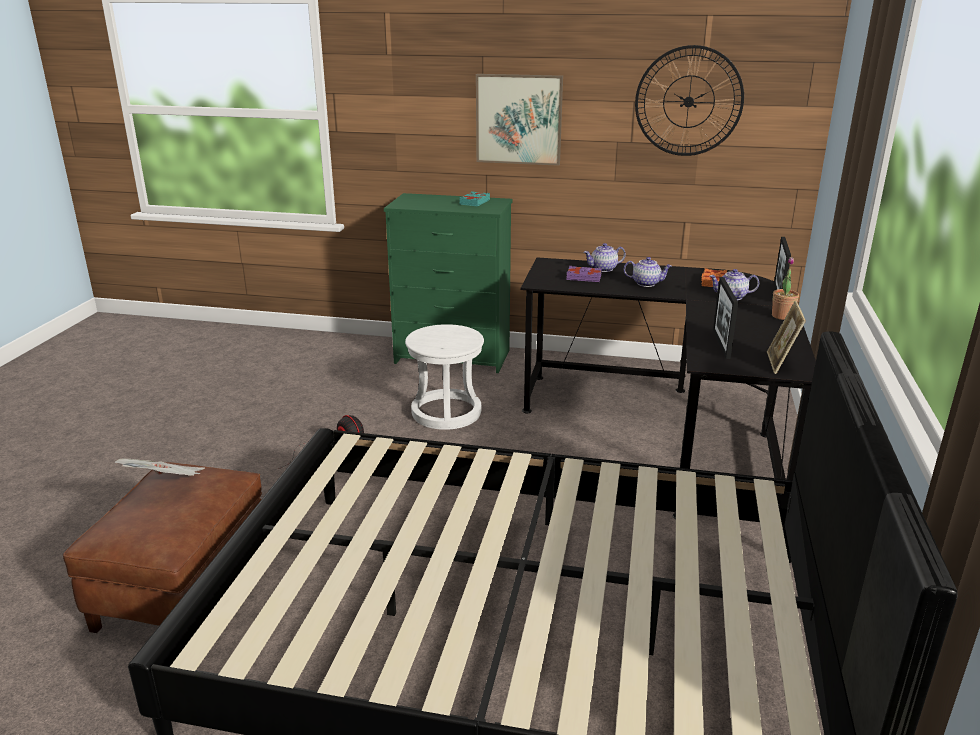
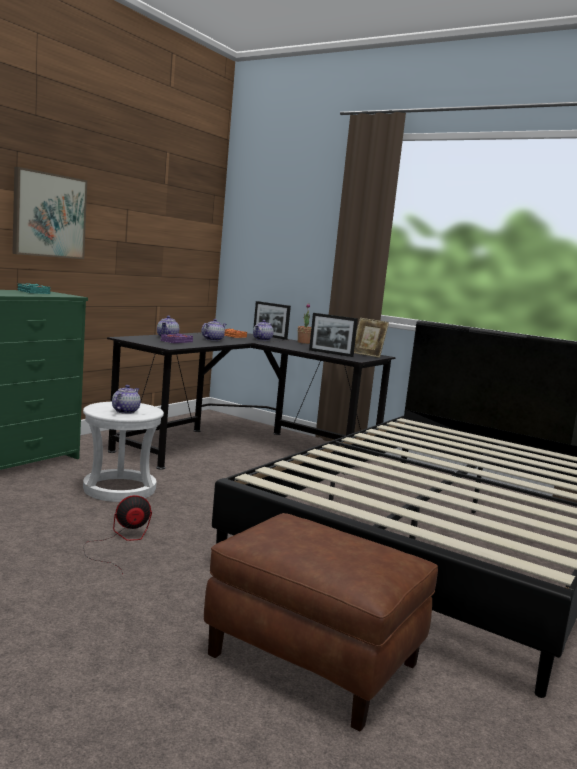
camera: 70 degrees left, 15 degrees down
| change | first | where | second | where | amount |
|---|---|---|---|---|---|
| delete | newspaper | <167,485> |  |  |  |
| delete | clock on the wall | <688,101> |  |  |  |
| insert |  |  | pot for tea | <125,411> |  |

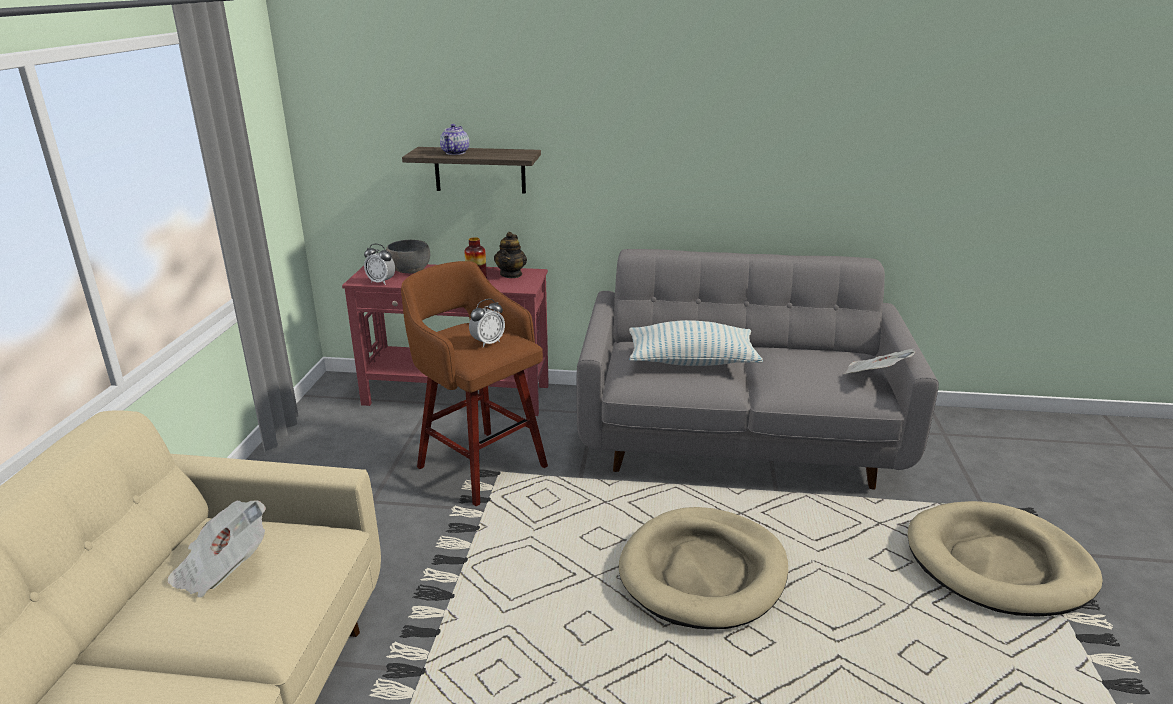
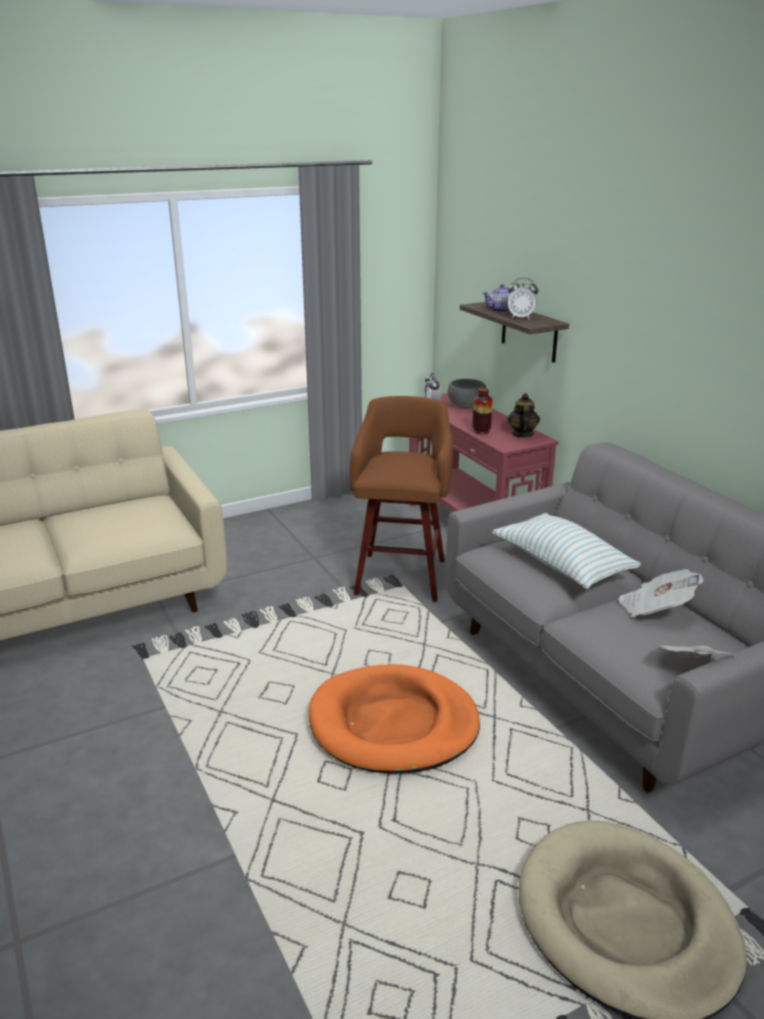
camera: 55 degrees right, 0 degrees up
| change | first | where | second | where | amount |
|---|---|---|---|---|---|
| move | newspaper | <222,568> |  | <655,609> |  |
| move | alarm clock | <488,343> |  | <521,318> |  |
| rotate | pot for tea | <511,274> |  | <522,434> | 120 degrees clockwise |
| recolor | sand-coloured pet bed | <703,572> | orange pet bed | <393,724> |  |

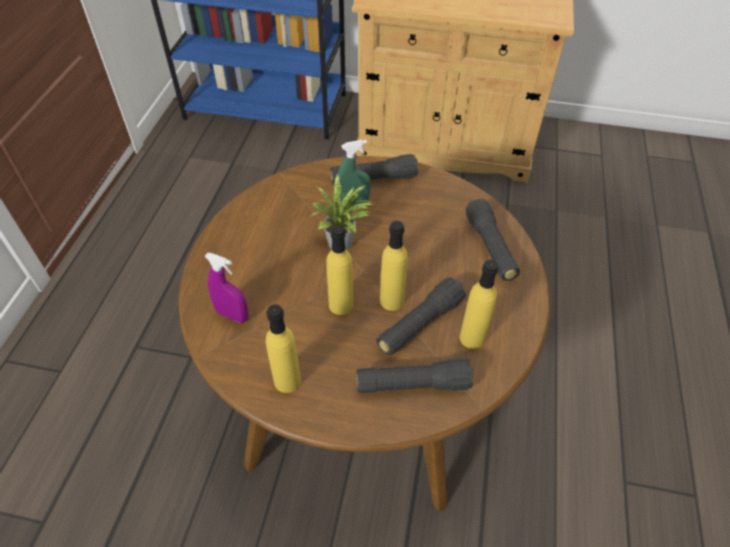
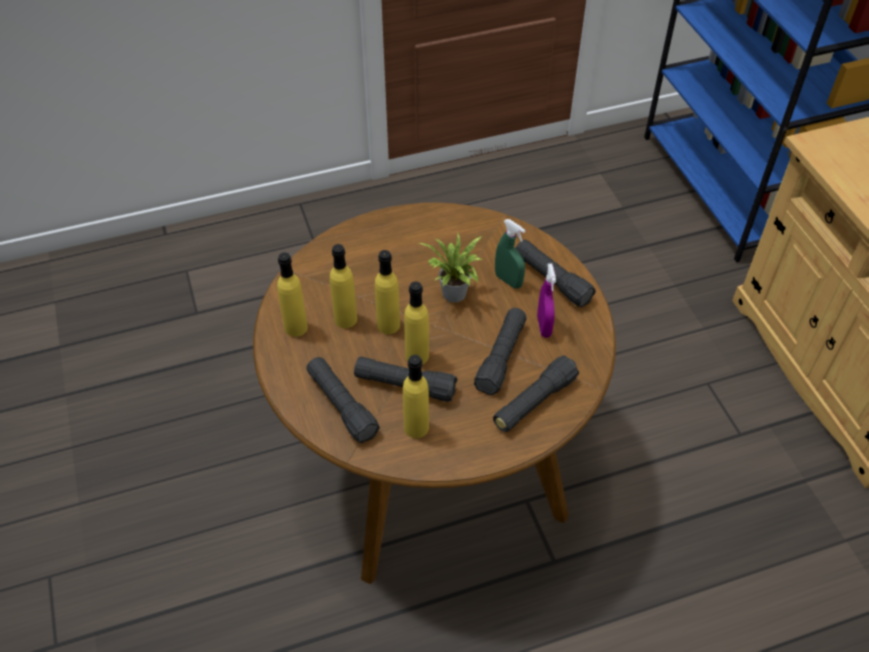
camera: 60 degrees right, 0 degrees up
| change | first | where | second | where | amount |
|---|---|---|---|---|---|
| move | purple hand sprayer | <232,315> |  | <544,326> |  |
| insert |  |  | yellowish beverage bottle | <345,319> |  |
| insert |  |  | black-coloured flashlight | <501,357> |  |

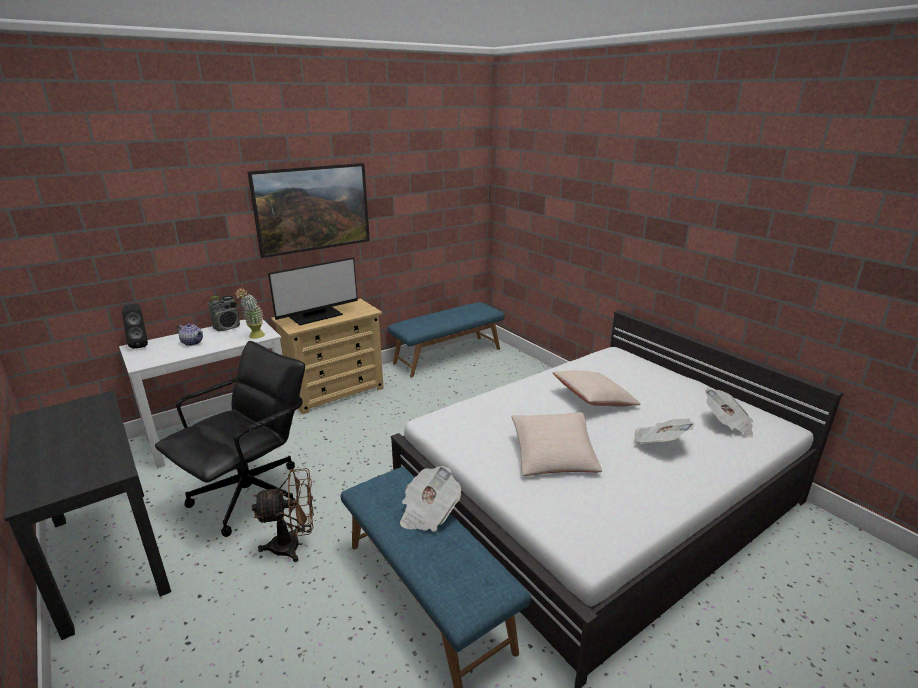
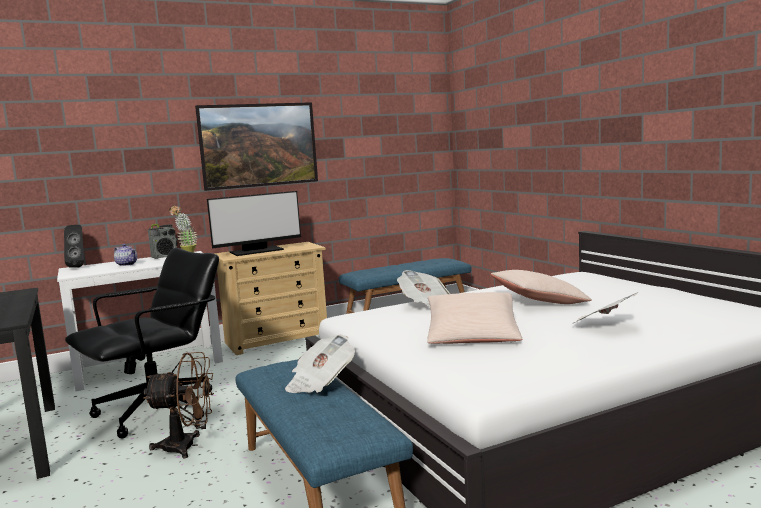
camera: 10 degrees right, 15 degrees down
| change | first | where | second | where | amount |
|---|---|---|---|---|---|
| move | newspaper | <727,424> |  | <426,304> |  |

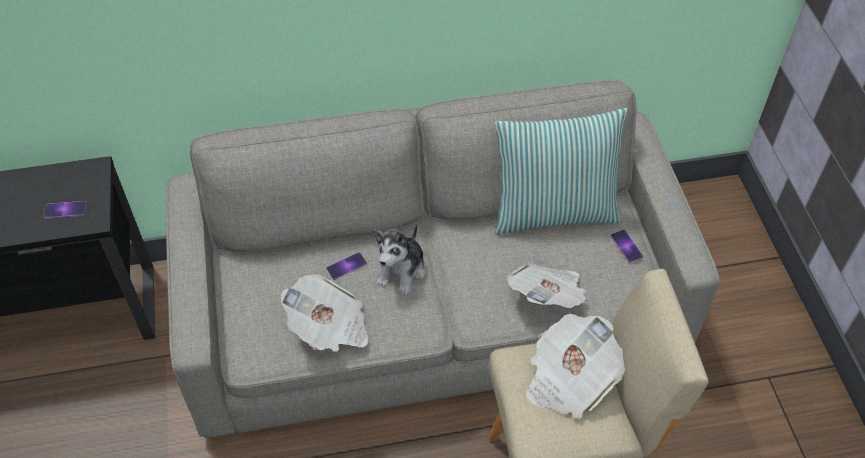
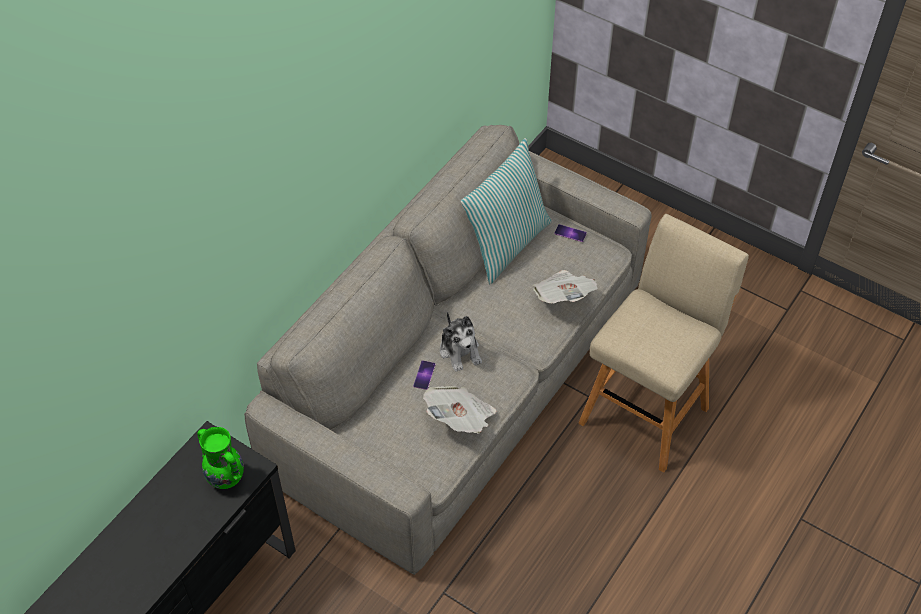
camera: 45 degrees left, 0 degrees up
| change | first | where | second | where | amount |
|---|---|---|---|---|---|
| replace | phone | <65,210> | greenish decorative vase | <226,478> |  |
| delete | newspaper | <569,379> |  |  |  |

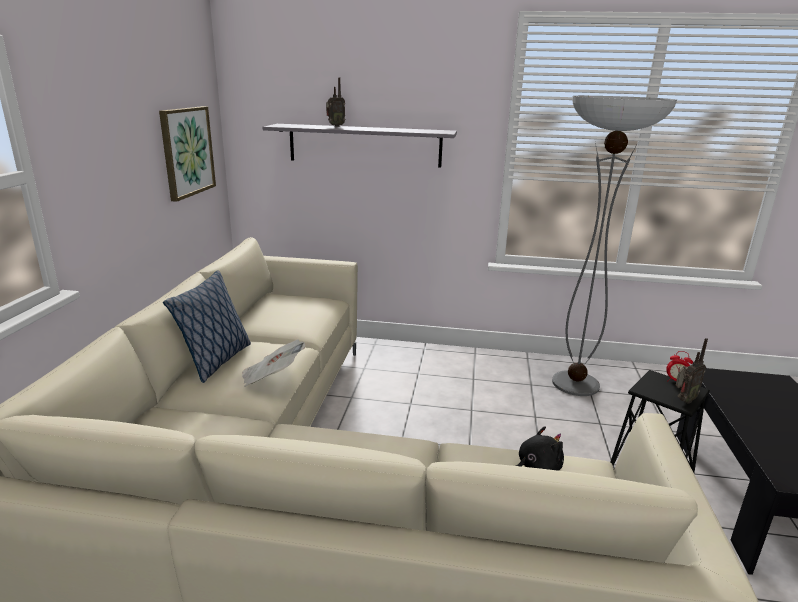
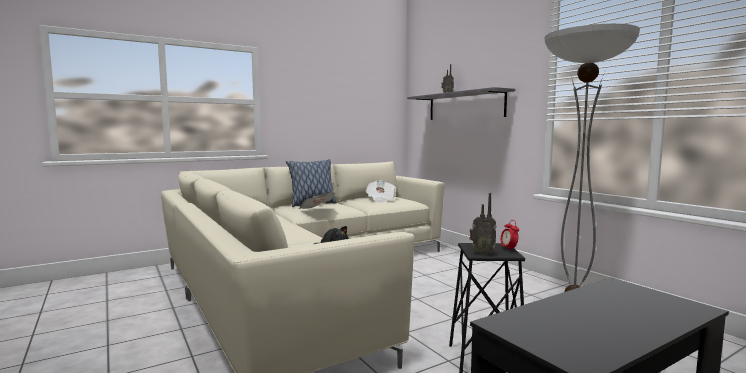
camera: 50 degrees right, 15 degrees down
| change | first | where | second | where | amount |
|---|---|---|---|---|---|
| delete | wall art | <187,151> |  |  |  |
| insert |  |  | newspaper | <381,200> |  |

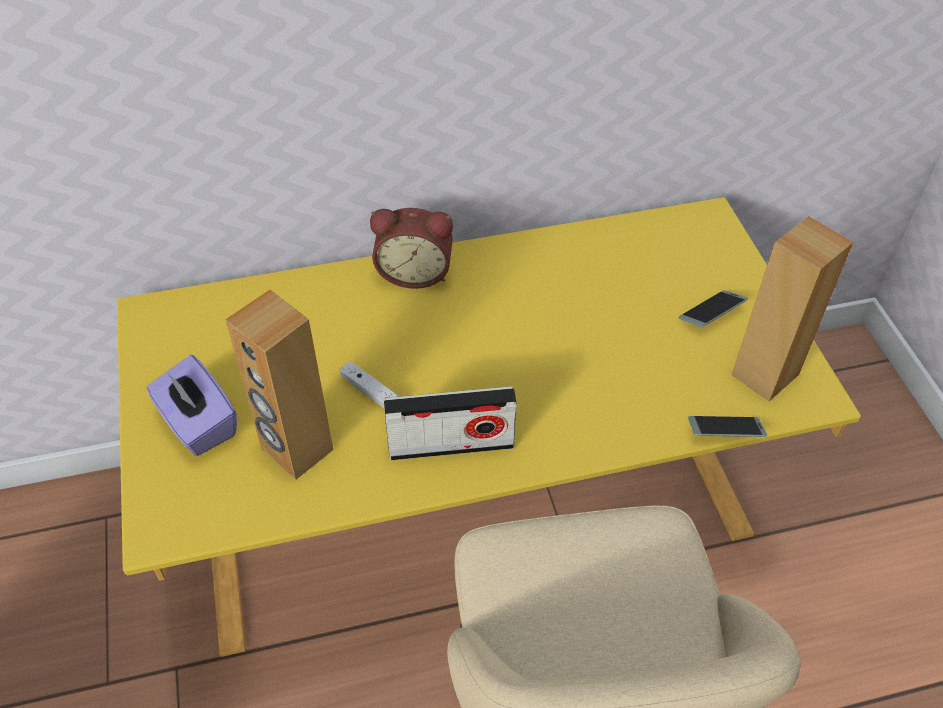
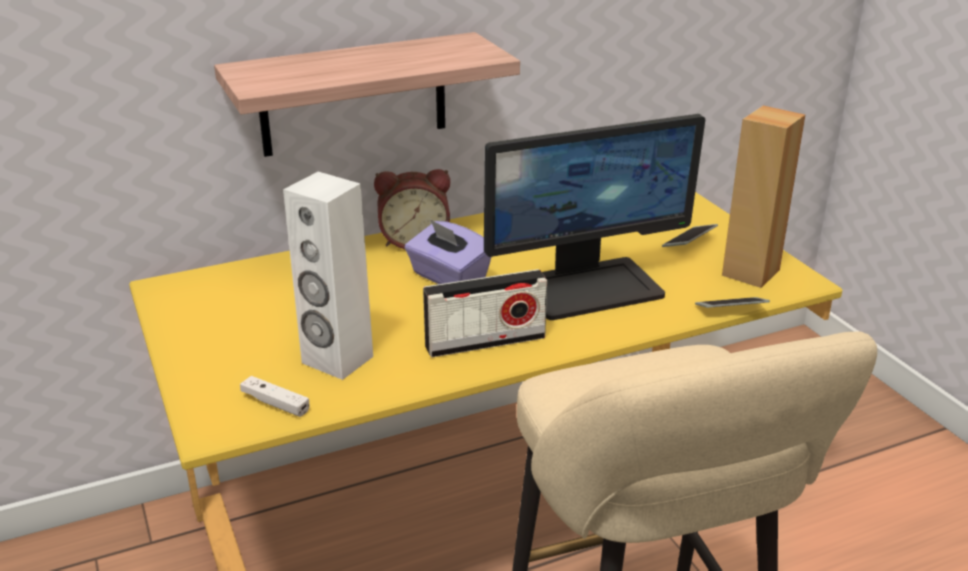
camera: 10 degrees left, 20 degrees down
| change | first | where | second | where | amount |
|---|---|---|---|---|---|
| move | purple tissue holder | <198,424> |  | <448,277> |  |
| recolor | brown speaker | <296,450> | whitish speaker | <337,360> |  |
| move | whitish gamepad | <369,391> |  | <275,403> |  |
| insert |  |  | shelf | <353,95> |  |
| insert |  |  | computer screen | <590,287> |  |

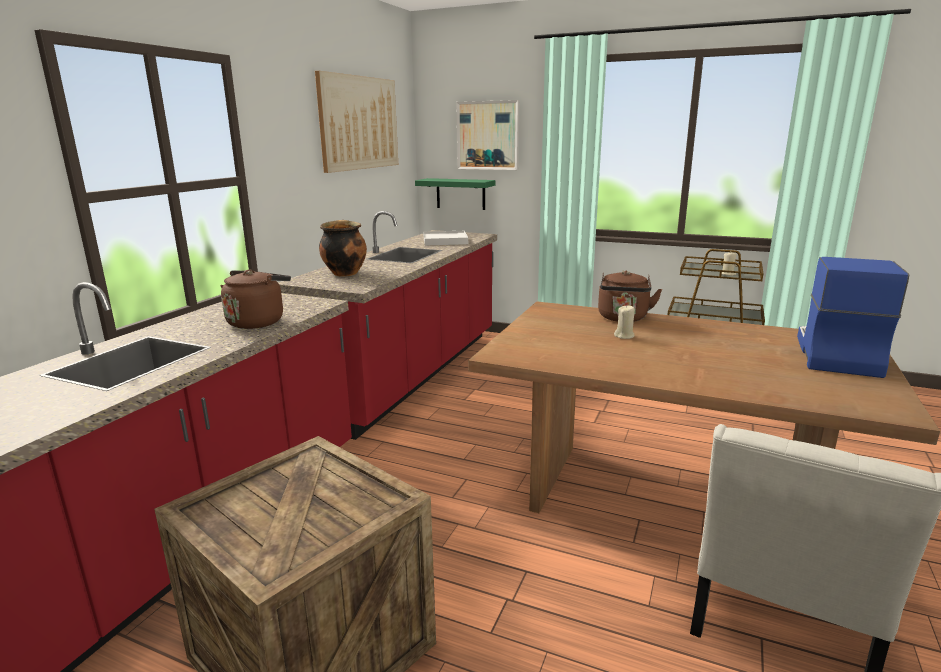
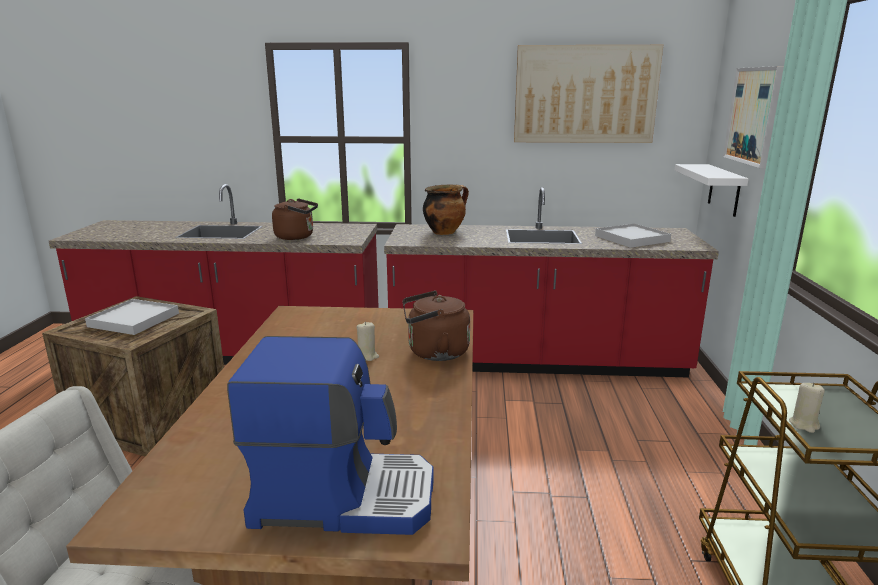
camera: 70 degrees right, 0 degrees up
| change | first | where | second | where | amount |
|---|---|---|---|---|---|
| recolor | greenish shelf | <460,194> | whitish shelf | <724,190> |  |
| insert |  |  | whitish carrying tray | <134,320> |  |

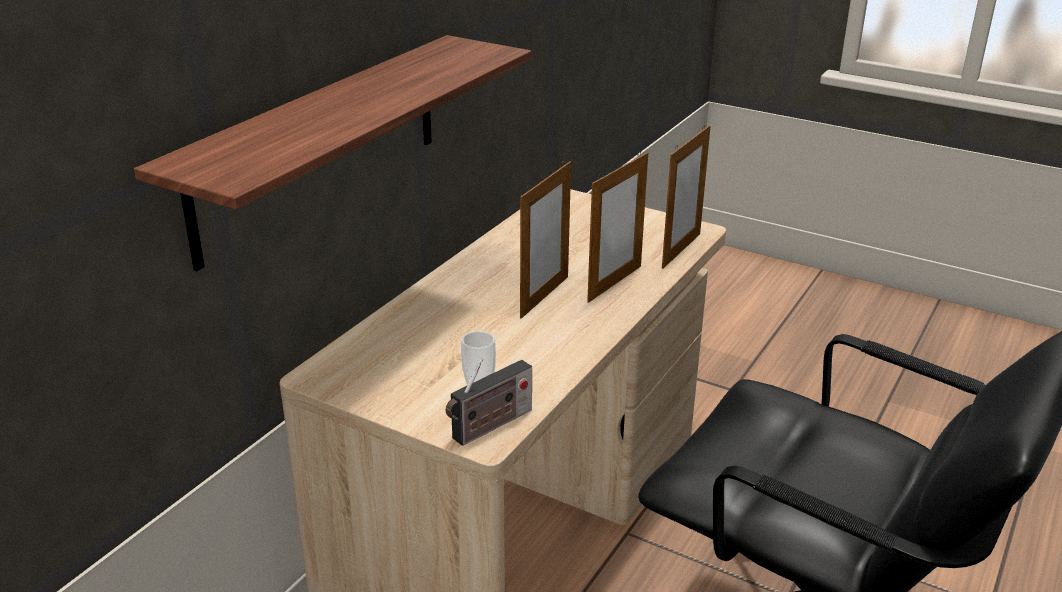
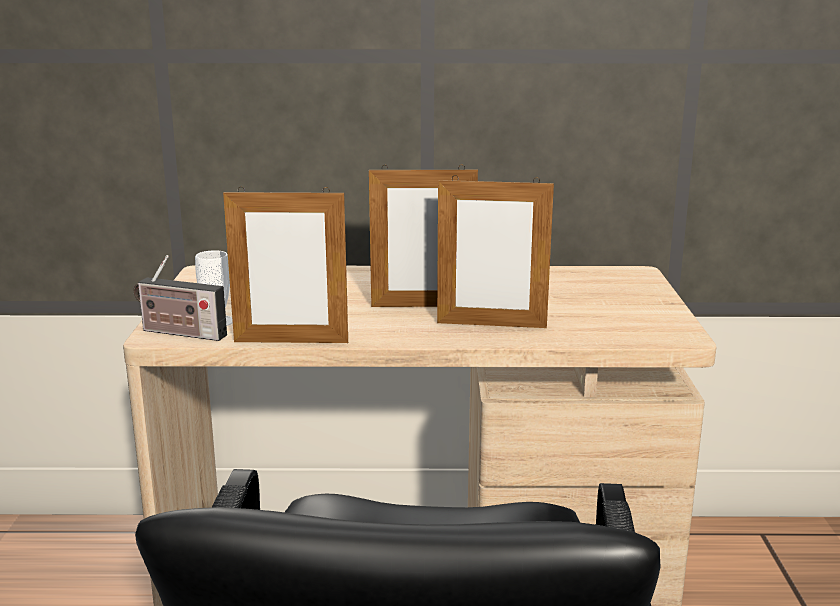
camera: 60 degrees right, 10 degrees down
| change | first | where | second | where | amount |
|---|---|---|---|---|---|
| delete | shelf | <320,145> |  |  |  |
| move | standing frame | <681,250> |  | <291,342> |  |

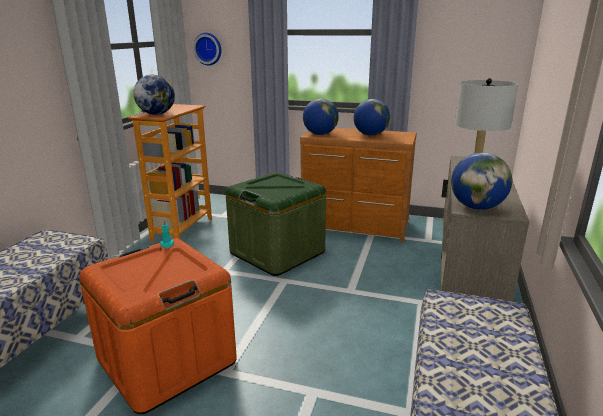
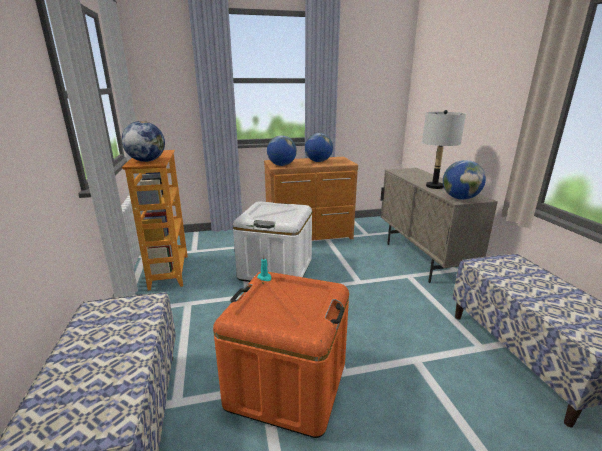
camera: 30 degrees left, 0 degrees up
| change | first | where | second | where | amount |
|---|---|---|---|---|---|
| delete | clock on the wall | <208,49> |  |  |  |
| recolor | greenish storage box | <277,252> | whitish storage box | <276,269> |  |

